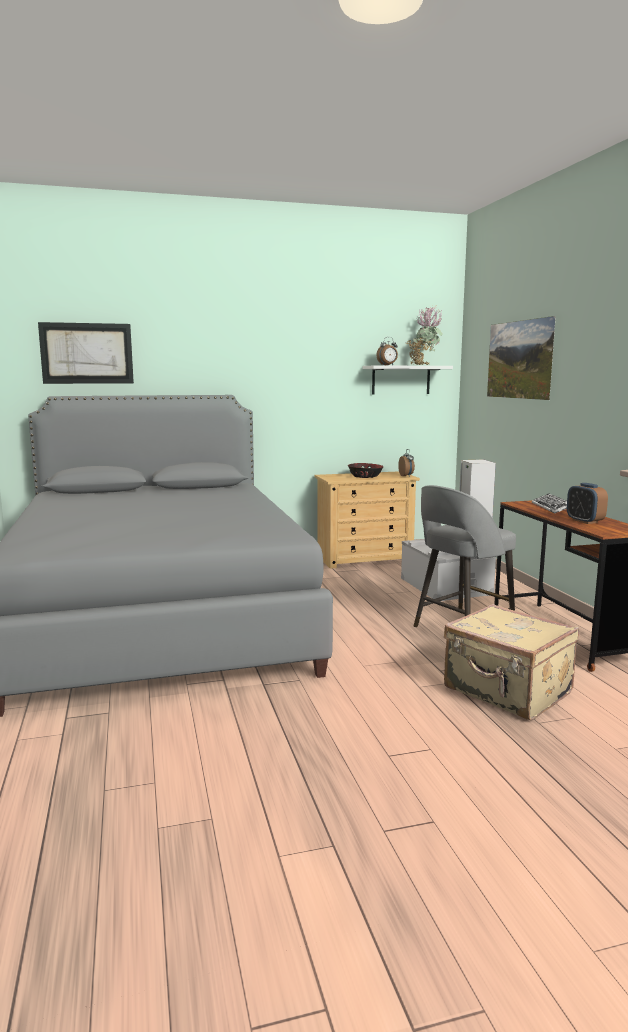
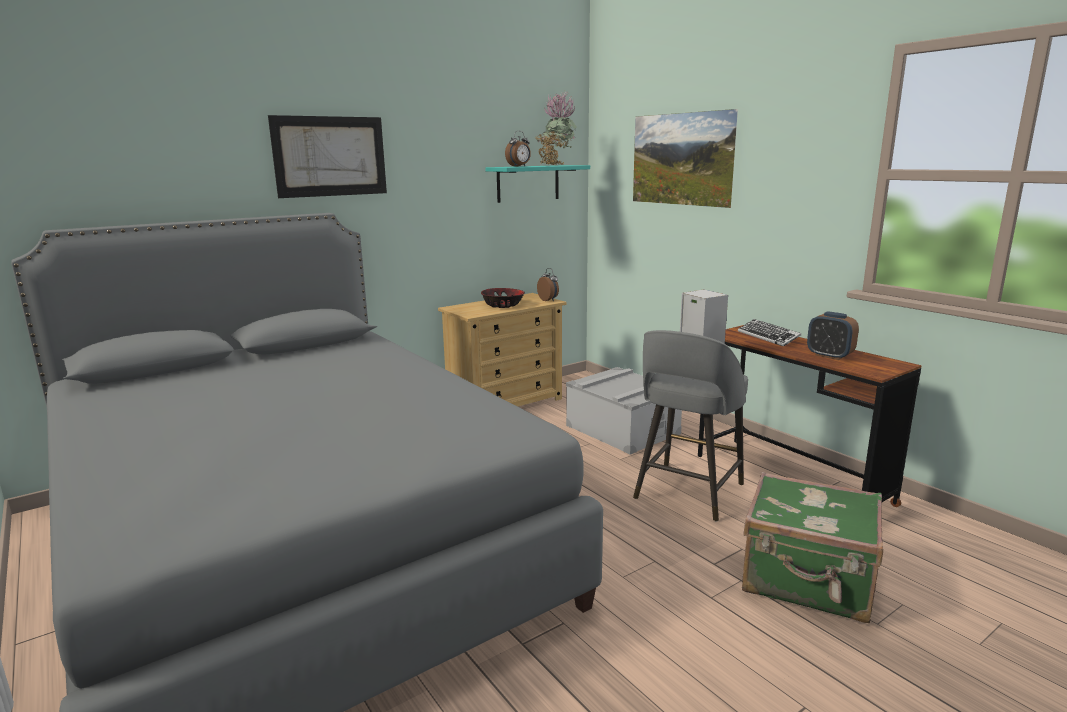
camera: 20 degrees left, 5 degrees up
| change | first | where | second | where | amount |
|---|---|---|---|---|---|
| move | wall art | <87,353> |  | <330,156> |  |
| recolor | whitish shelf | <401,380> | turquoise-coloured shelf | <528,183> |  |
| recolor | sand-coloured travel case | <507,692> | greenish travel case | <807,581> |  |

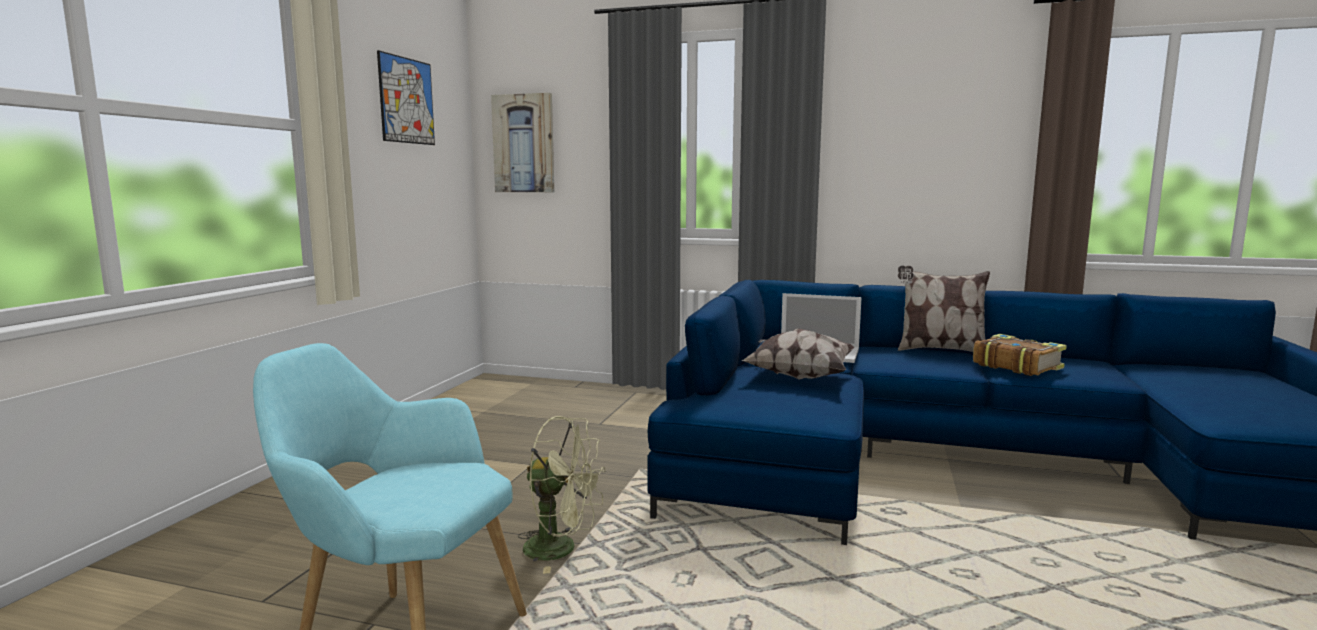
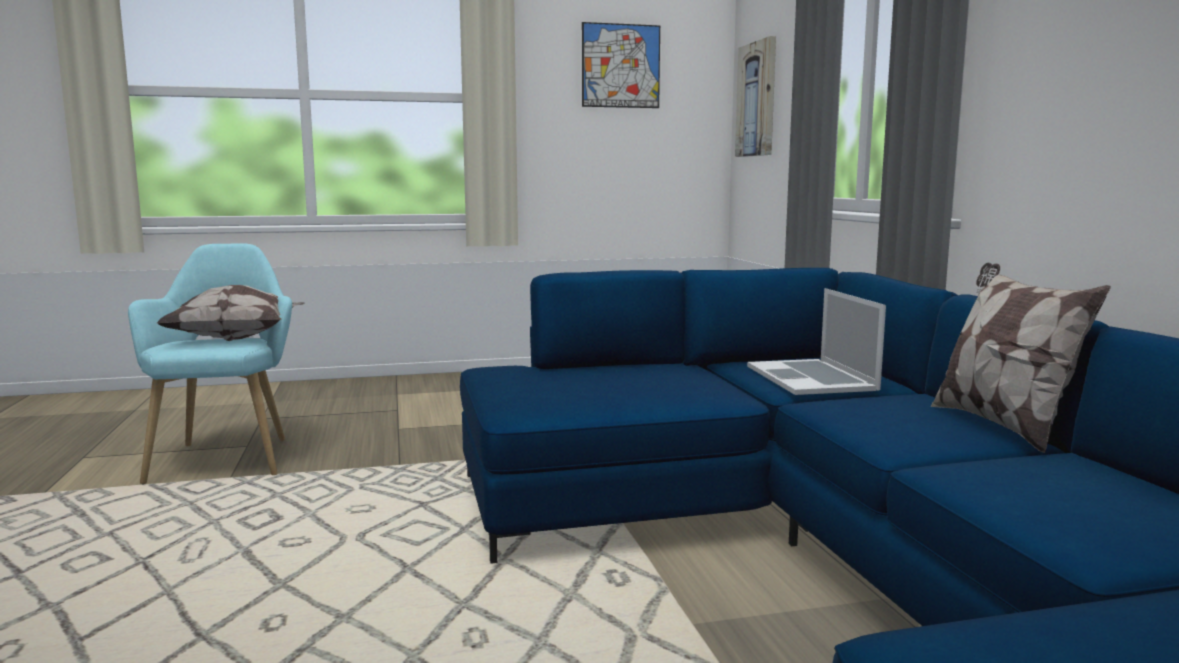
camera: 60 degrees right, 0 degrees up
| change | first | where | second | where | amount |
|---|---|---|---|---|---|
| delete | greenish electric fan | <561,549> |  |  |  |
| move | throw pillow | <798,376> |  | <238,338> |  |
| delete | bound book | <1016,366> |  |  |  |

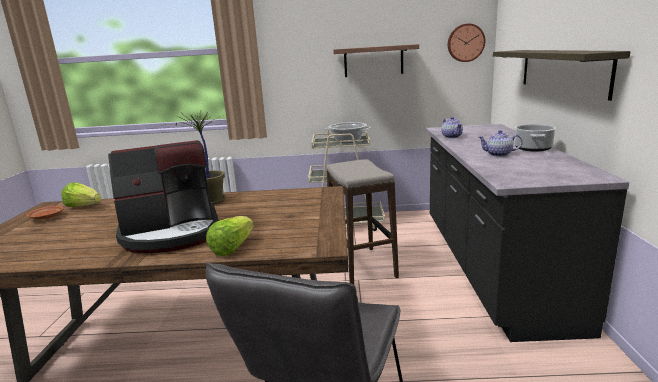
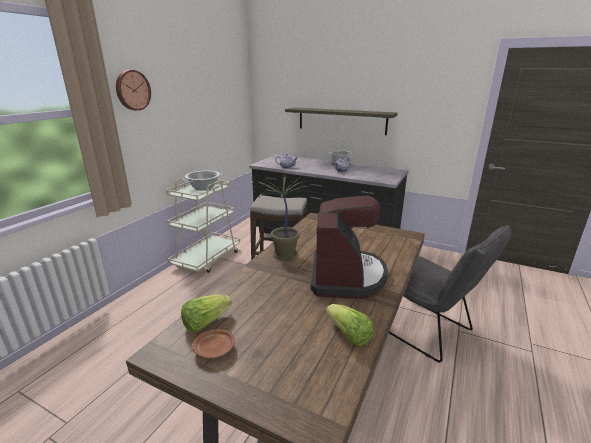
camera: 65 degrees left, 5 degrees up
| change | first | where | second | where | amount |
|---|---|---|---|---|---|
| move | head of lettuce | <232,248> |  | <348,335> |  |
| delete | shelf | <373,61> |  |  |  |
| move | clock on the wall | <465,43> |  | <132,90> |  |

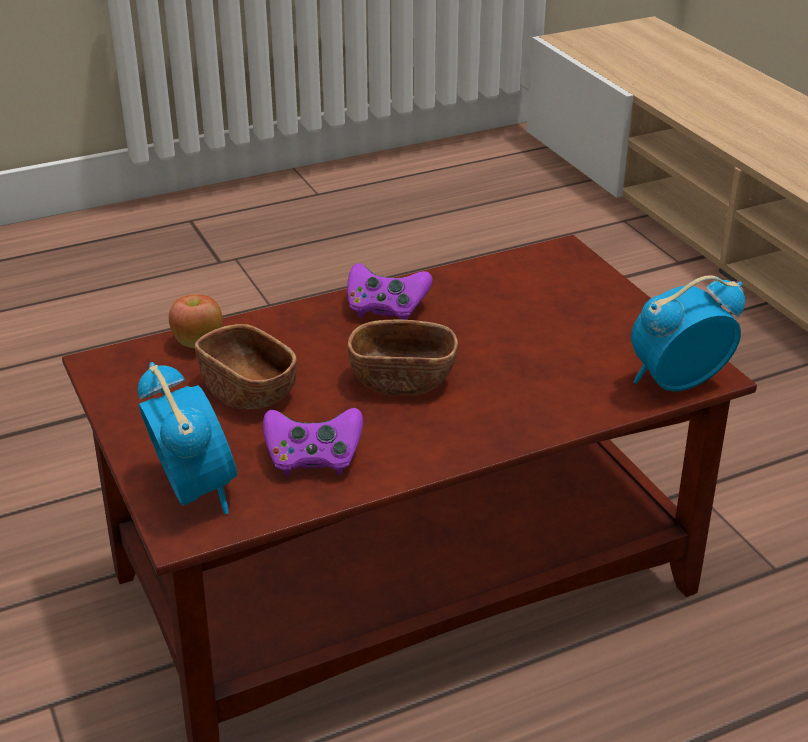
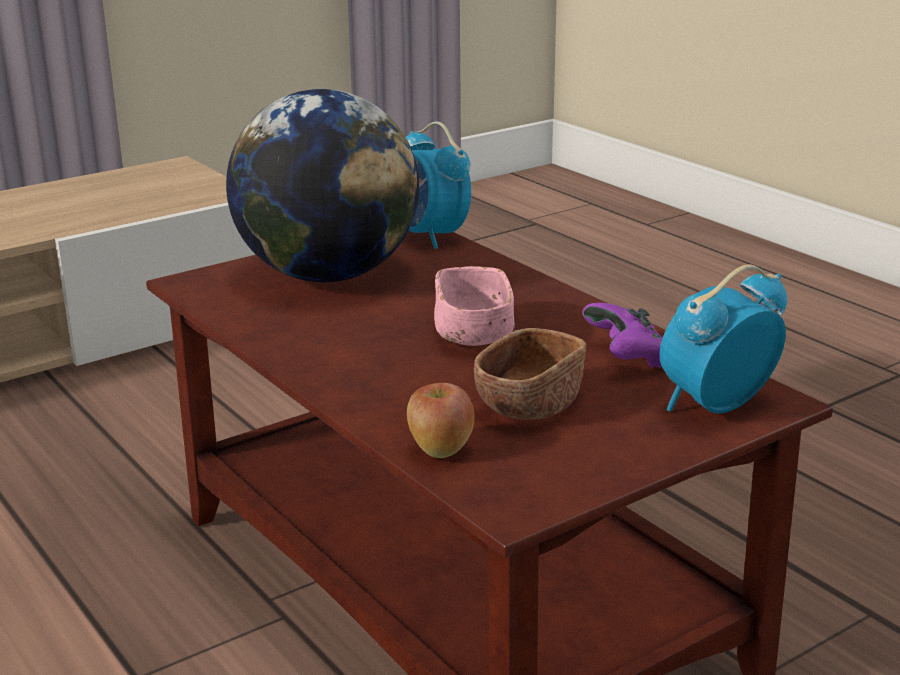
camera: 100 degrees left, 10 degrees down
| change | first | where | second | where | amount |
|---|---|---|---|---|---|
| delete | purple gamepad | <385,310> |  |  |  |
| recolor | brown bowl | <402,381> | pink bowl | <473,333> |  |
| insert |  |  | world globe | <328,275> |  |

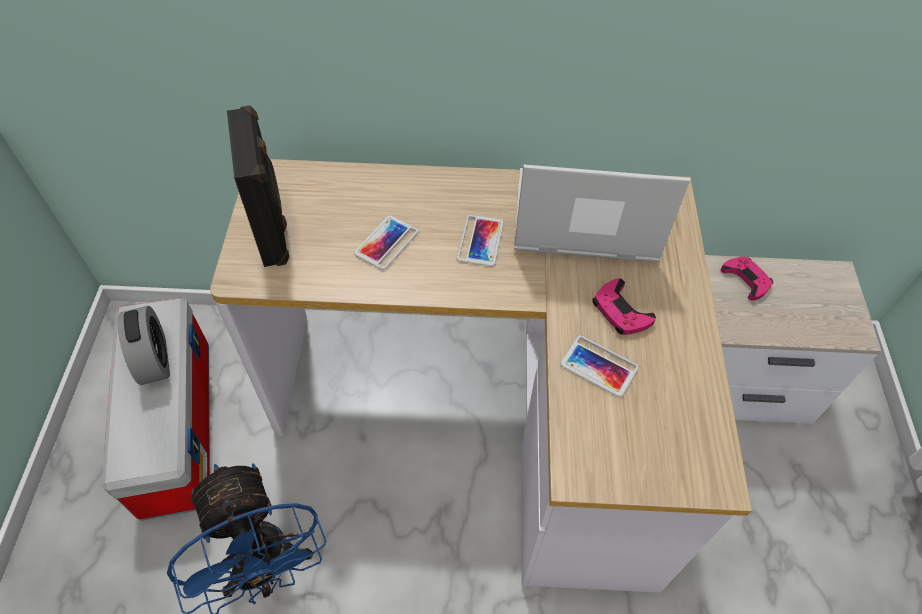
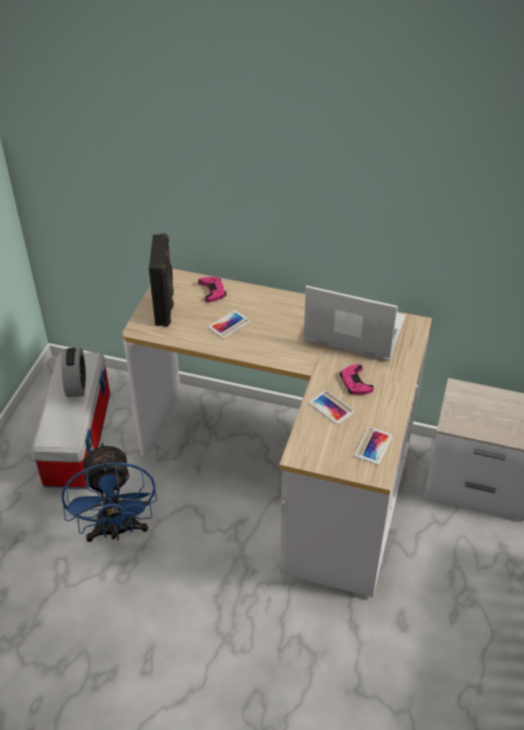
camera: 15 degrees right, 10 degrees down
| change | first | where | second | where | amount |
|---|---|---|---|---|---|
| move | phone | <480,241> |  | <373,446> |  |
| move | pink gamepad | <746,279> |  | <212,291> |  |

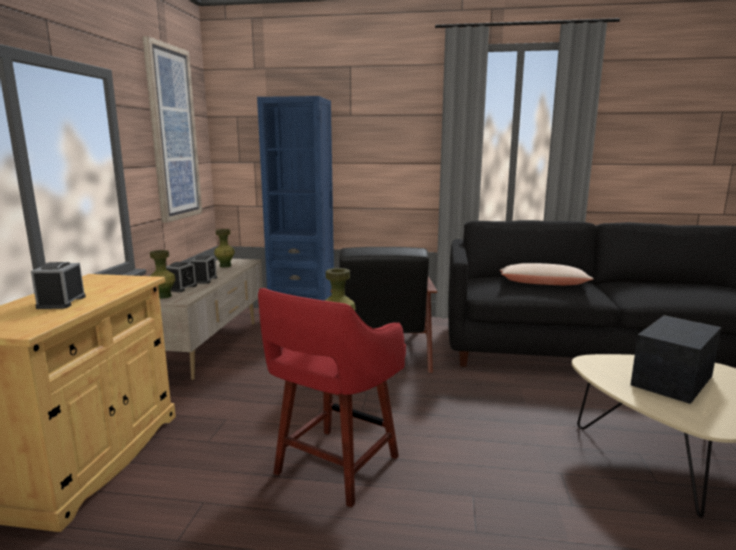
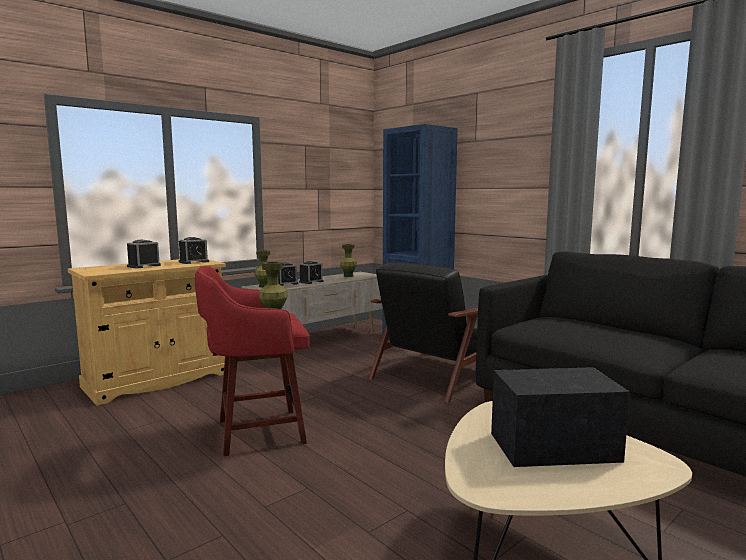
camera: 40 degrees right, 5 degrees down
| change | first | where | second | where | amount |
|---|---|---|---|---|---|
| delete | wall art | <172,134> |  |  |  |
| delete | sand-coloured throw pillow | <543,284> |  |  |  |
| insert |  |  | alarm clock | <194,262> |  |

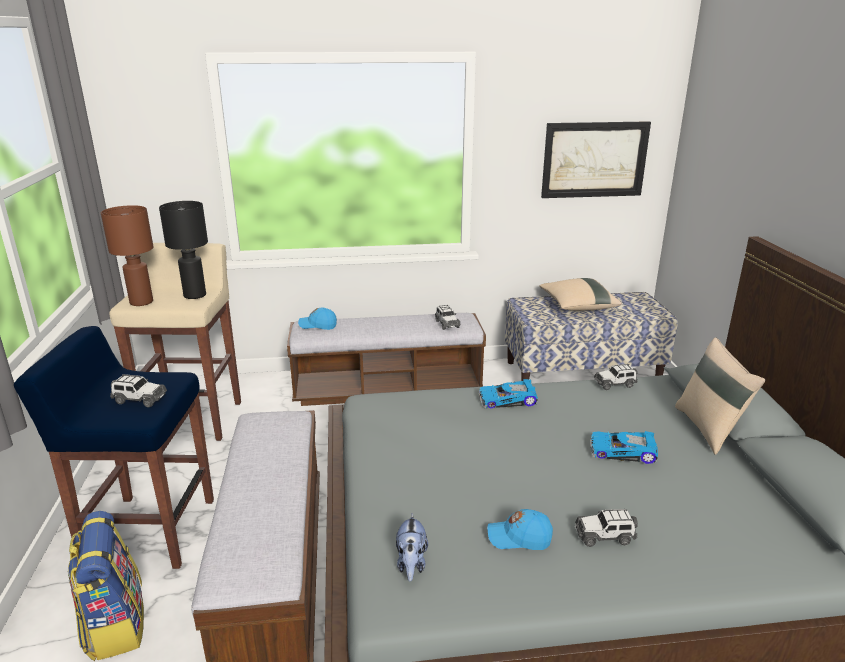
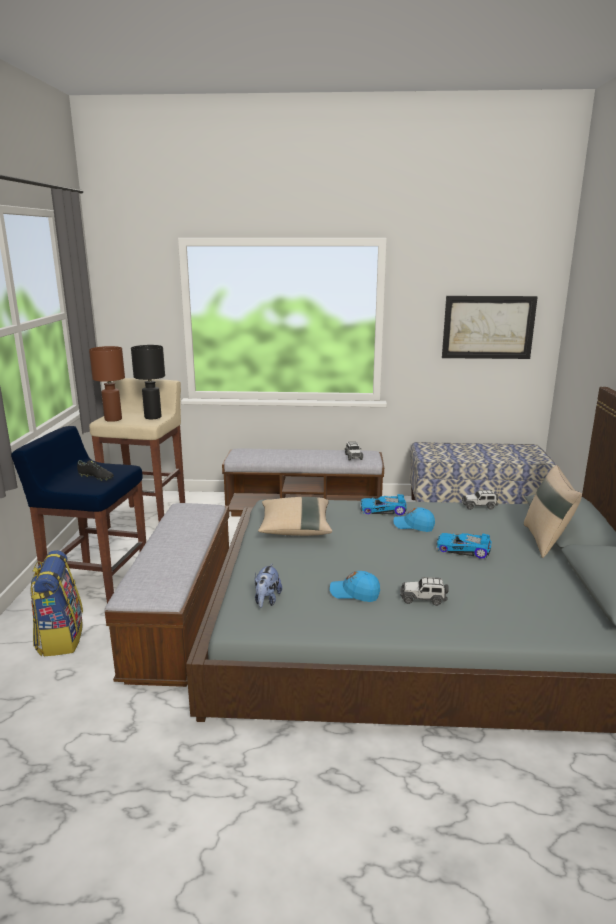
camera: 10 degrees right, 5 degrees down
| change | first | where | second | where | amount |
|---|---|---|---|---|---|
| replace | miniature car | <139,399> | black-coloured item of footwear | <96,477> |  |
| move | blue-coloured cap | <318,325> |  | <413,526> |  |
| move | sand-coloured throw pillow | <577,306> |  | <295,529> |  |

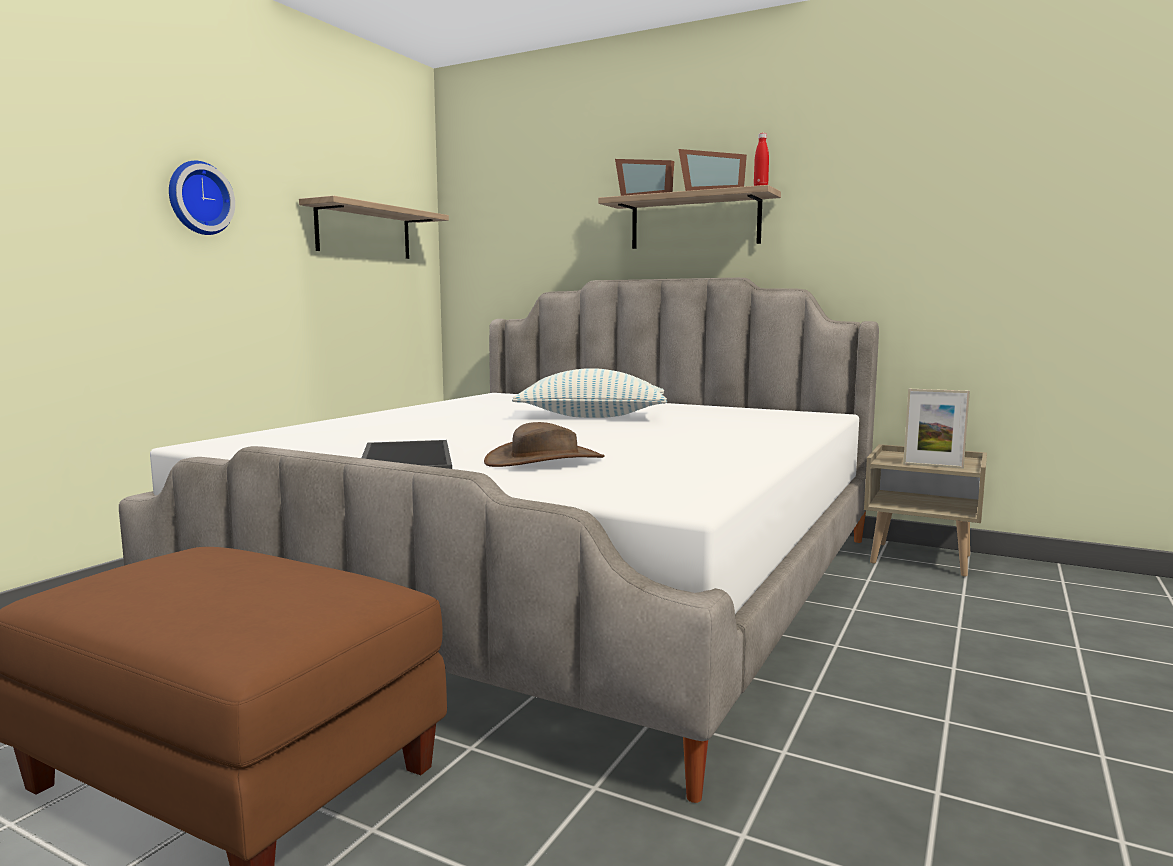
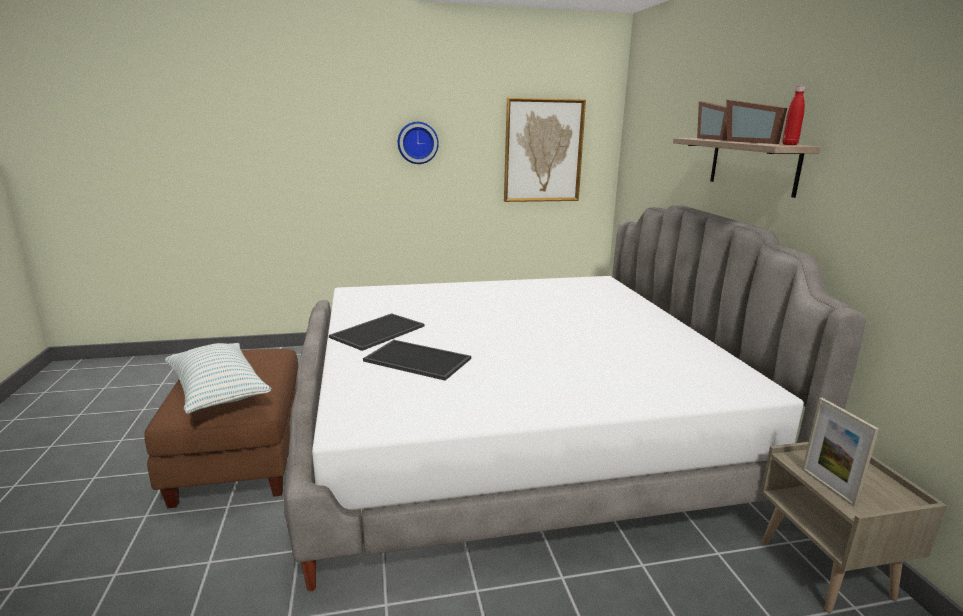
camera: 50 degrees right, 10 degrees up
| change | first | where | second | where | amount |
|---|---|---|---|---|---|
| replace | shelf | <364,232> | wall art | <543,151> |  |
| replace | brown hat | <545,460> | carrying tray | <415,360> |  |
| move | throw pillow | <592,417> |  | <218,391> |  |

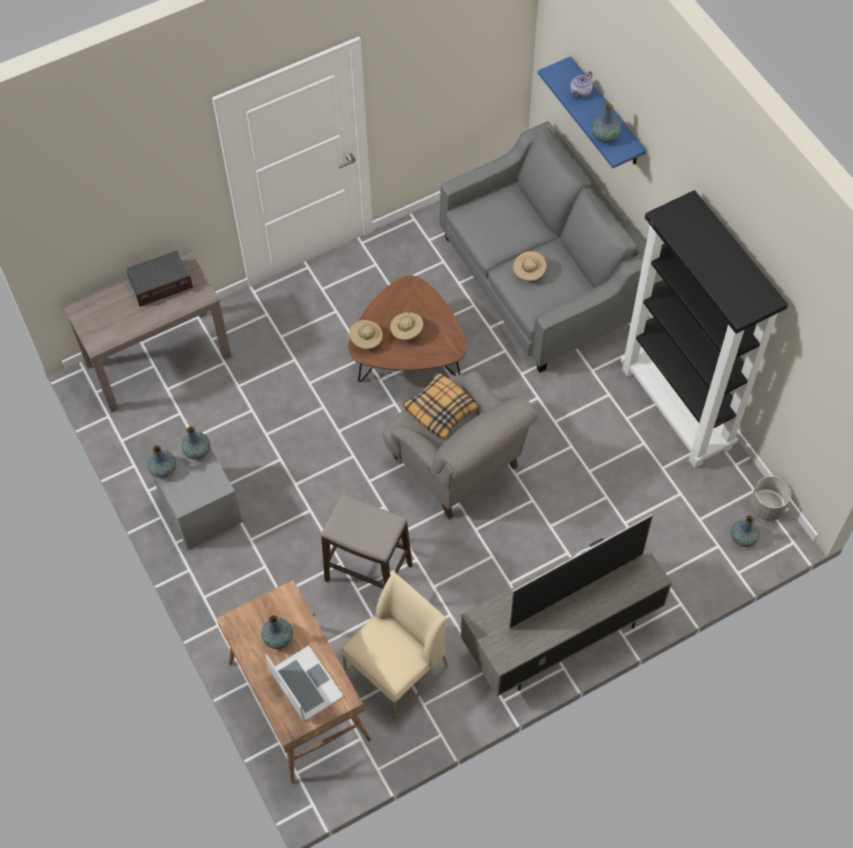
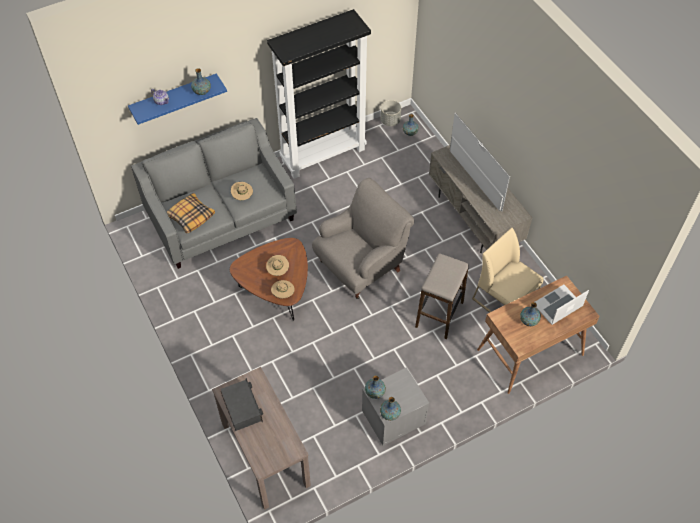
camera: 90 degrees left, 5 degrees down
| change | first | where | second | where | amount |
|---|---|---|---|---|---|
| move | throw pillow | <441,410> |  | <190,216> |  |

